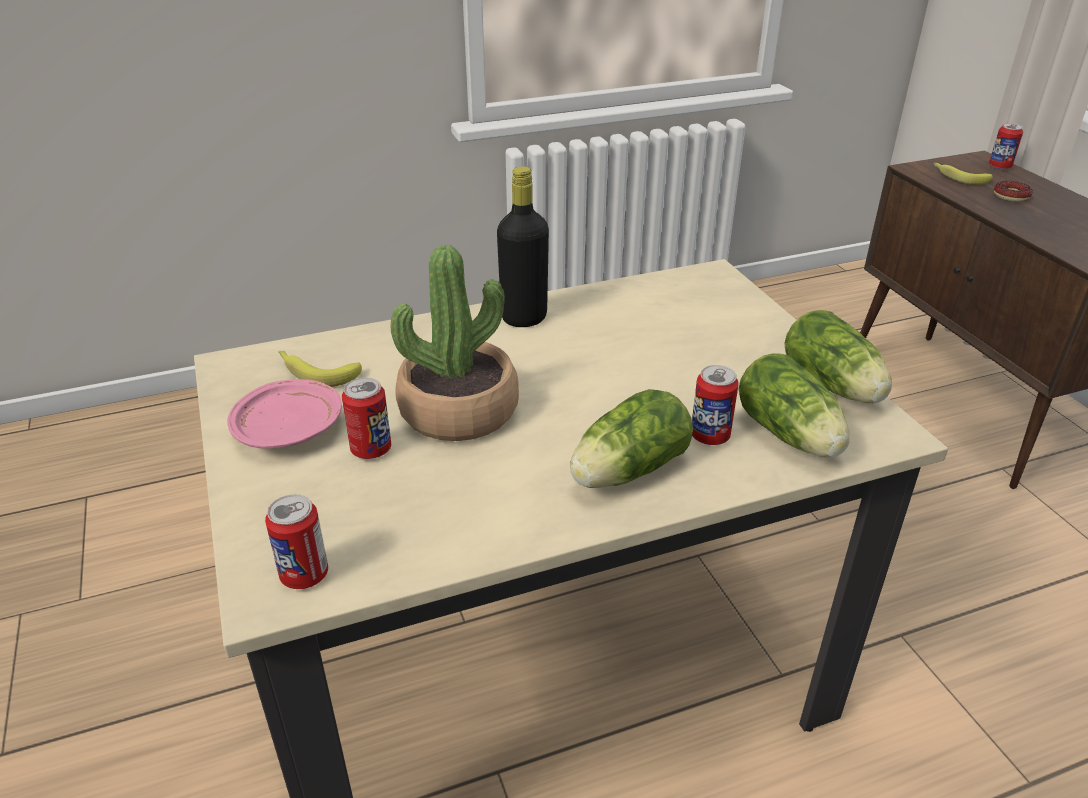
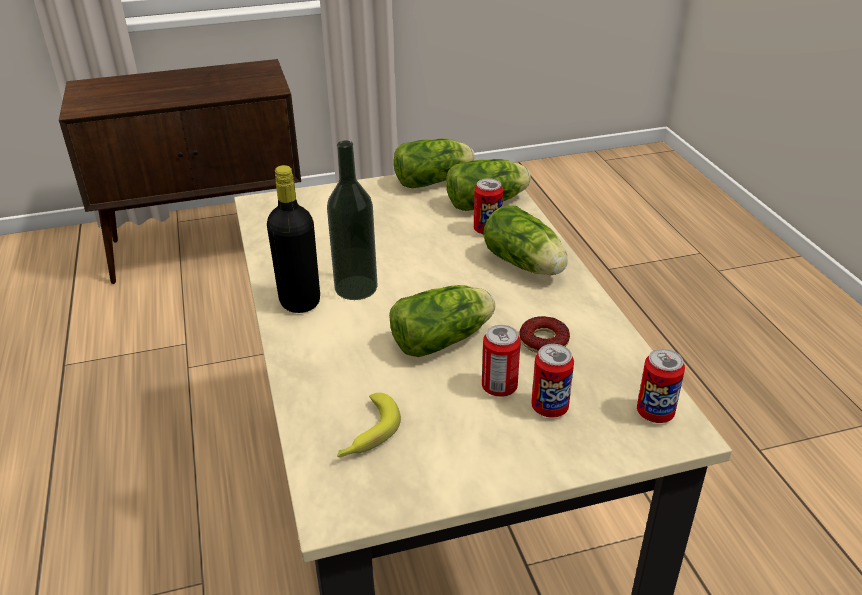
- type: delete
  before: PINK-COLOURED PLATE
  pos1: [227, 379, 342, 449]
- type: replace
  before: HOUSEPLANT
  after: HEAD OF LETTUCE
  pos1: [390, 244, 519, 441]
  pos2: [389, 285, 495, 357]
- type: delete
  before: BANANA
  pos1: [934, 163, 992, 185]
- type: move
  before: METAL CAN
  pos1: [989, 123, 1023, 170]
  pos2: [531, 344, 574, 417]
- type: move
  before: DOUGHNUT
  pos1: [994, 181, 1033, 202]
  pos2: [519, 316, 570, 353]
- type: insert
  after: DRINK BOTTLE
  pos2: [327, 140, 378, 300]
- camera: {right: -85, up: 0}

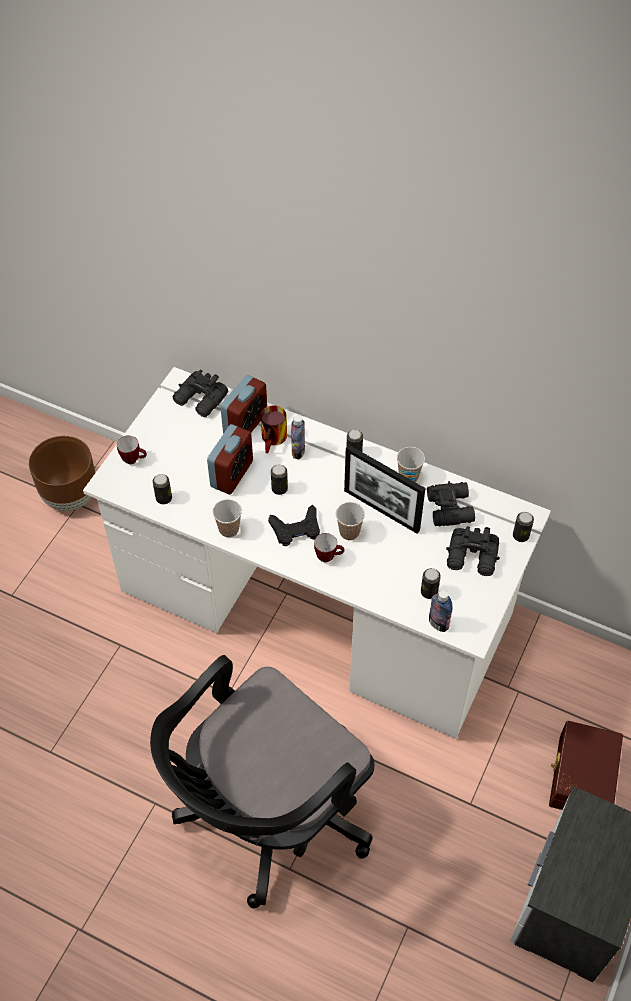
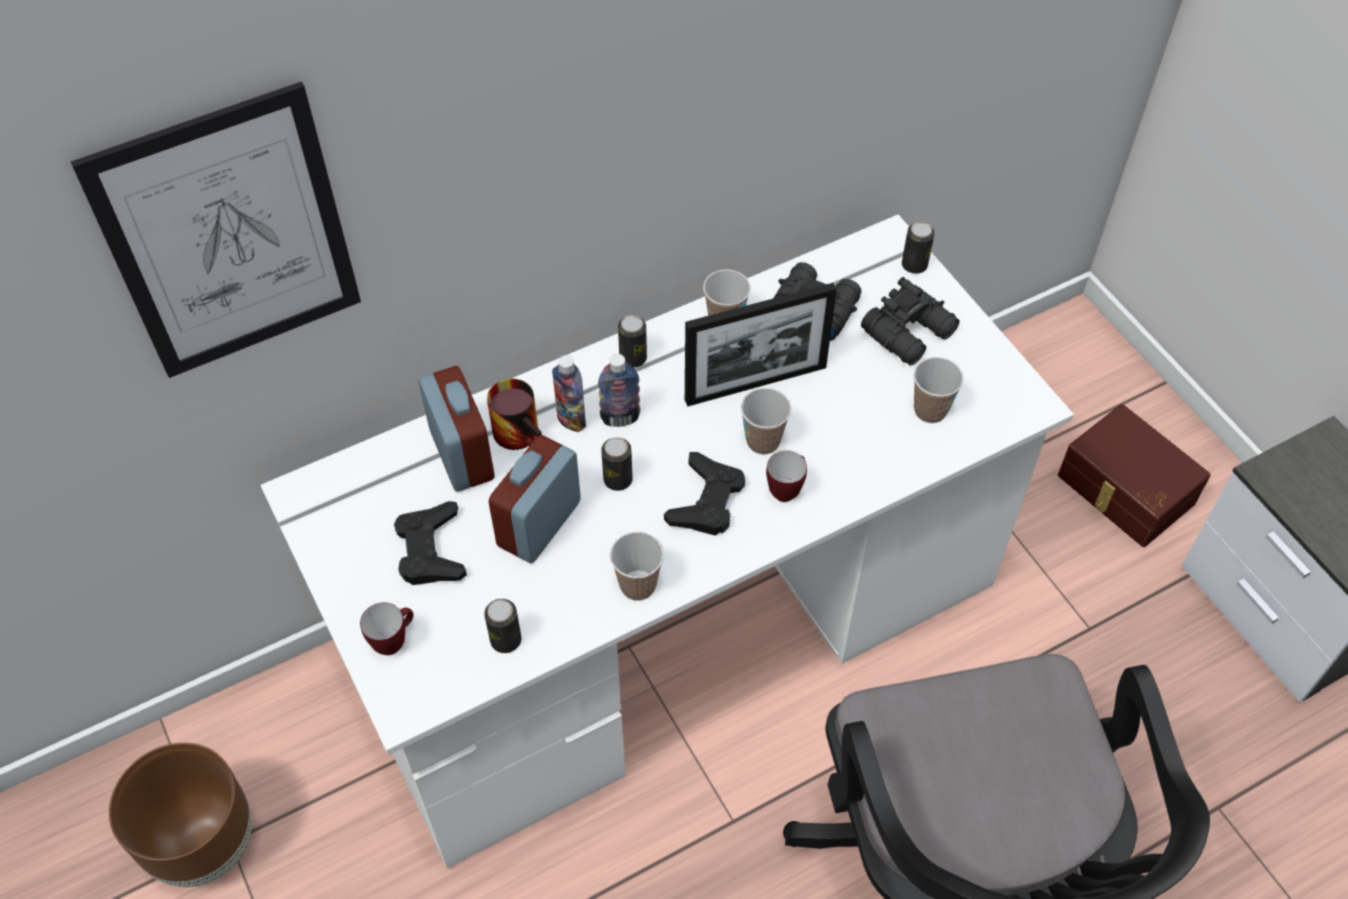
- type: delete
  before: BLACKISH PAIR OF BINOCULARS
  pos1: [173, 370, 228, 417]
- type: rotate
  before: BEDSIDE CLOCK
  pos1: [207, 424, 253, 495]
  pos2: [489, 435, 581, 563]
  turn: -120
- type: replace
  before: METAL CAN
  after: SMALL CUP
  pos1: [421, 568, 441, 599]
  pos2: [914, 357, 964, 423]
- type: move
  before: DRINK BOTTLE
  pos1: [429, 590, 452, 632]
  pos2: [598, 354, 641, 427]
- type: insert
  after: WALL ART
  pos2: [71, 82, 361, 378]
- type: insert
  after: BLACKISH GAMEPAD
  pos2: [394, 501, 467, 585]
- camera: {right: -55, up: 0}

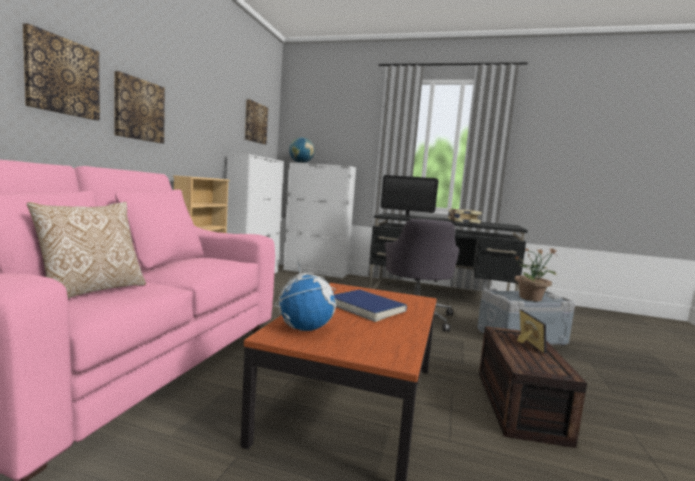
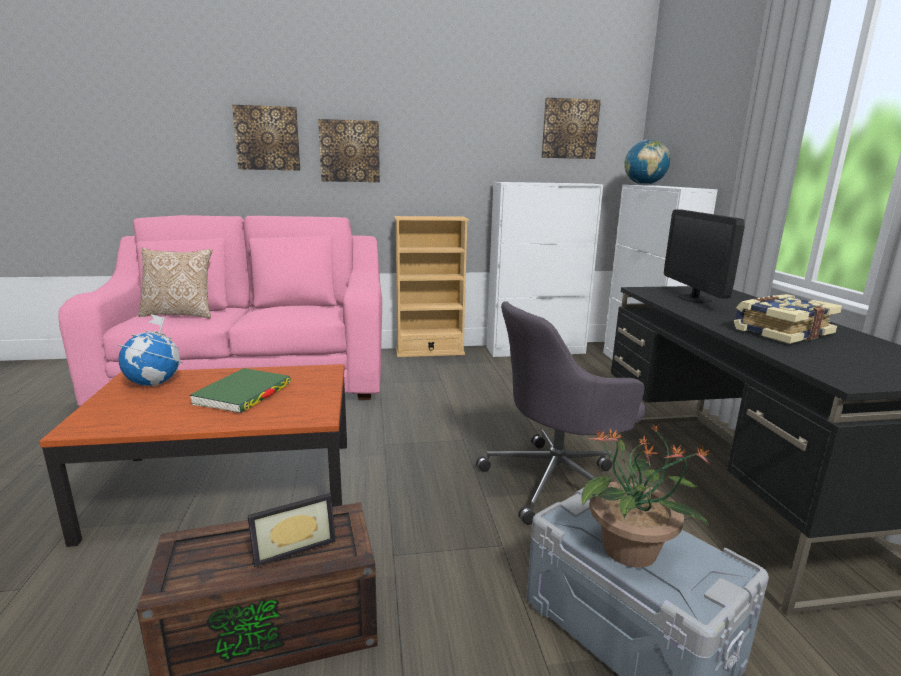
- type: recolor
  before: BLUE BOUND BOOK
  after: GREEN BOUND BOOK
  pos1: [334, 289, 407, 322]
  pos2: [189, 368, 291, 413]
- camera: {right: 65, up: 10}

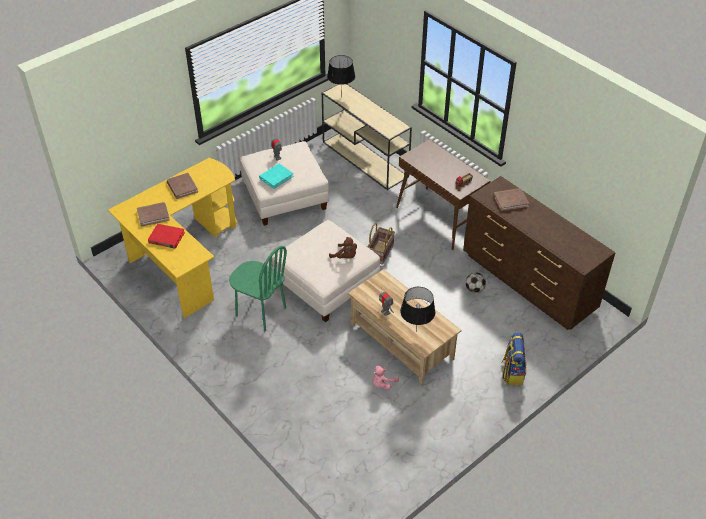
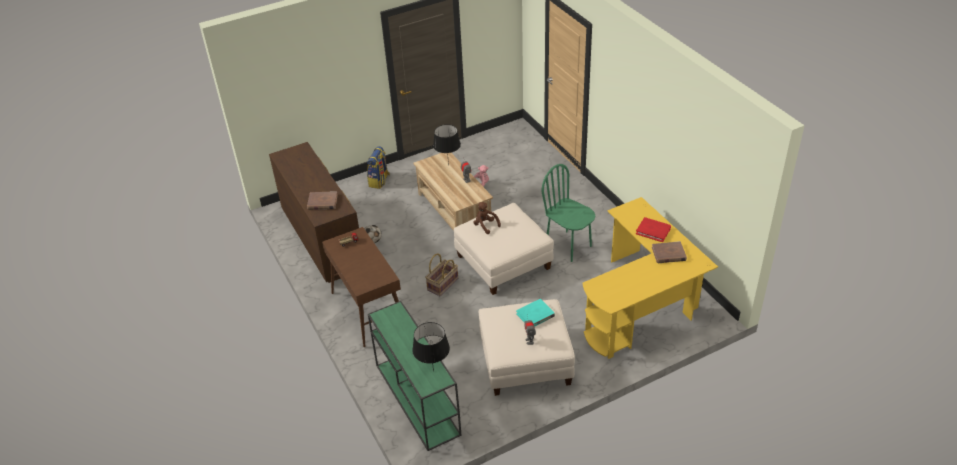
- type: delete
  before: BROWN-COLOURED BOUND BOOK
  pos1: [167, 173, 198, 199]
- type: recolor
  before: SAND-COLOURED NARROW TABLE
  after: GREEN NARROW TABLE
  pos1: [322, 84, 412, 190]
  pos2: [368, 301, 462, 451]
- camera: {right: -165, up: -5}

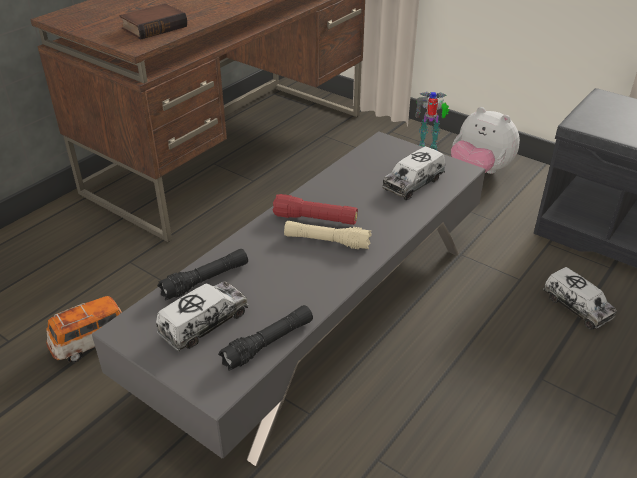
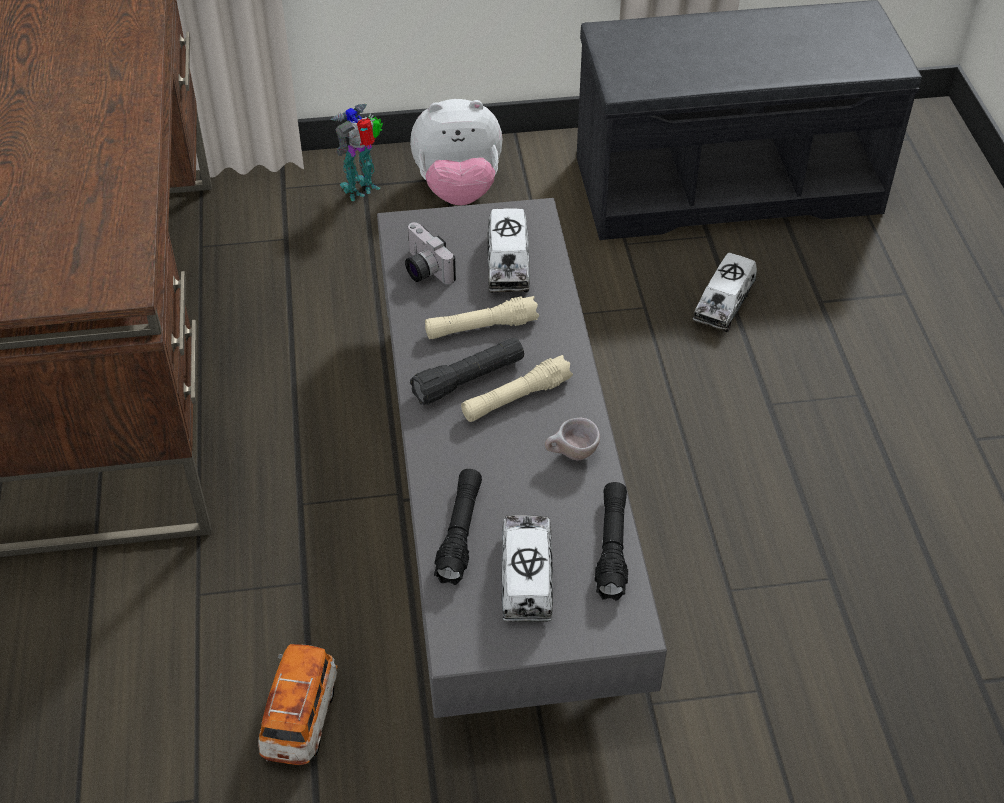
- type: delete
  before: BOUND BOOK
  pos1: [120, 4, 187, 39]
- type: recolor
  before: RED-COLOURED HAND TORCH
  after: BLACKISH HAND TORCH
  pos1: [273, 194, 358, 225]
  pos2: [410, 337, 524, 405]
- type: rotate
  before: TOY LORRY
  pos1: [543, 267, 617, 330]
  pos2: [692, 252, 757, 332]
  turn: 105
- type: insert
  after: PHOTO CAMERA
  pos2: [405, 222, 456, 285]
- type: insert
  after: SAND-COLOURED HAND TORCH
  pos2: [425, 296, 539, 339]
- type: insert
  after: SAND-COLOURED SMALL CUP
  pos2: [545, 418, 600, 460]
- camera: {right: -45, up: 10}

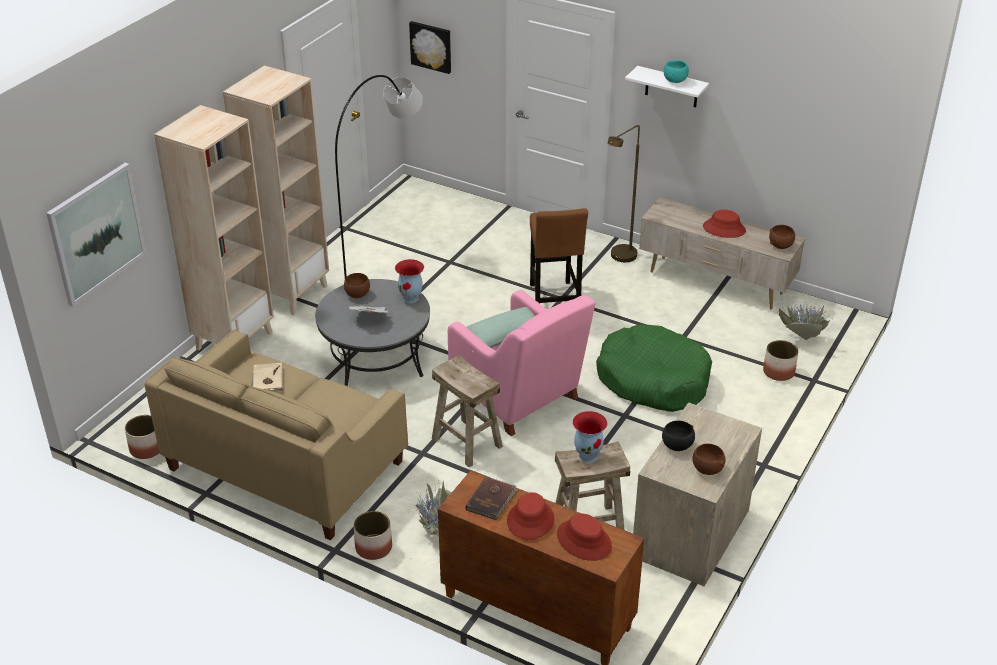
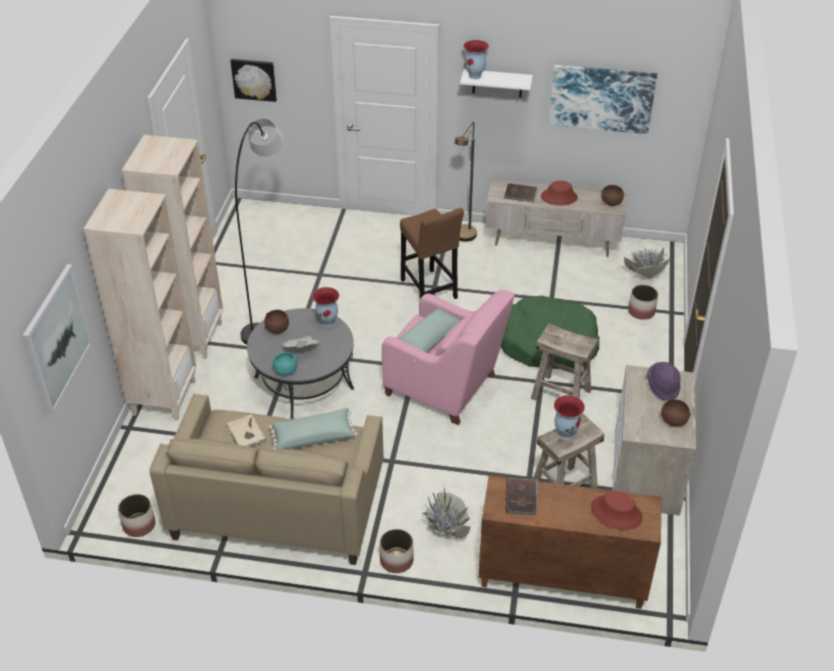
- type: move
  before: SAND-COLOURED STOOL SEAT
  pos1: [432, 355, 503, 467]
  pos2: [531, 323, 598, 400]
- type: delete
  before: RED-COLOURED WEARABLE HAT
  pos1: [507, 492, 554, 540]
- type: delete
  before: BLACKISH DEEP DISH
  pos1: [662, 421, 695, 451]
- type: move
  before: BLUE-GREEN DEEP DISH
  pos1: [664, 60, 689, 83]
  pos2: [273, 352, 297, 376]
- type: insert
  after: GREEN CUSHION
  pos2: [269, 408, 357, 449]
- type: insert
  after: DECORATIVE VASE
  pos2: [463, 40, 489, 79]
- type: insert
  after: BROWN-COLOURED BOUND BOOK
  pos2: [504, 183, 538, 202]
- type: insert
  after: WALL ART
  pos2: [549, 65, 657, 134]
- type: insert
  after: PURPLISH WEARABLE HAT
  pos2: [647, 362, 681, 401]
- camera: {right: -20, up: 5}

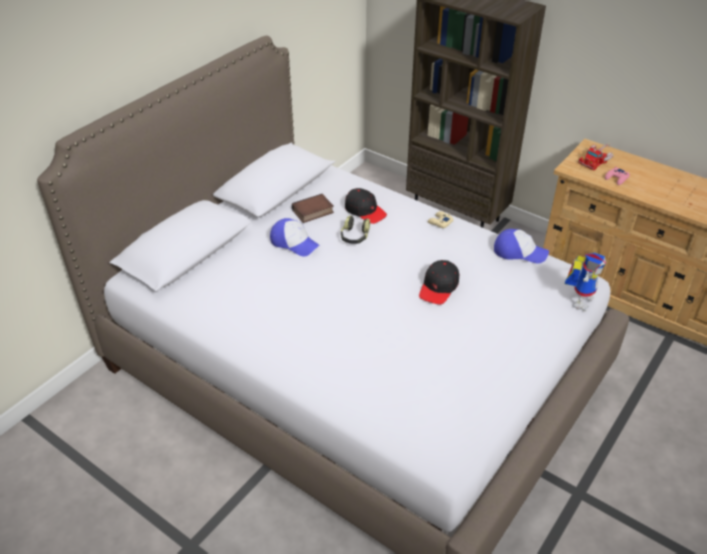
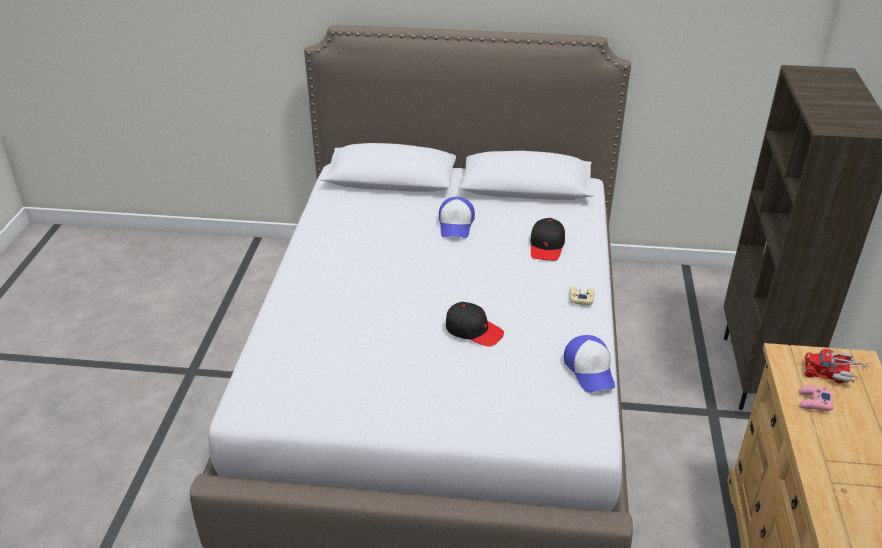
- type: delete
  before: BOUND BOOK
  pos1: [292, 194, 334, 223]
- type: delete
  before: PAIR OF HEADPHONES
  pos1: [341, 216, 370, 244]
- type: rotate
  before: BLACKISH BASEBALL CAP
  pos1: [419, 260, 459, 305]
  pos2: [446, 302, 504, 346]
  turn: -150
- type: delete
  before: TOY ROBOT
  pos1: [565, 252, 606, 311]
- camera: {right: 60, up: -5}

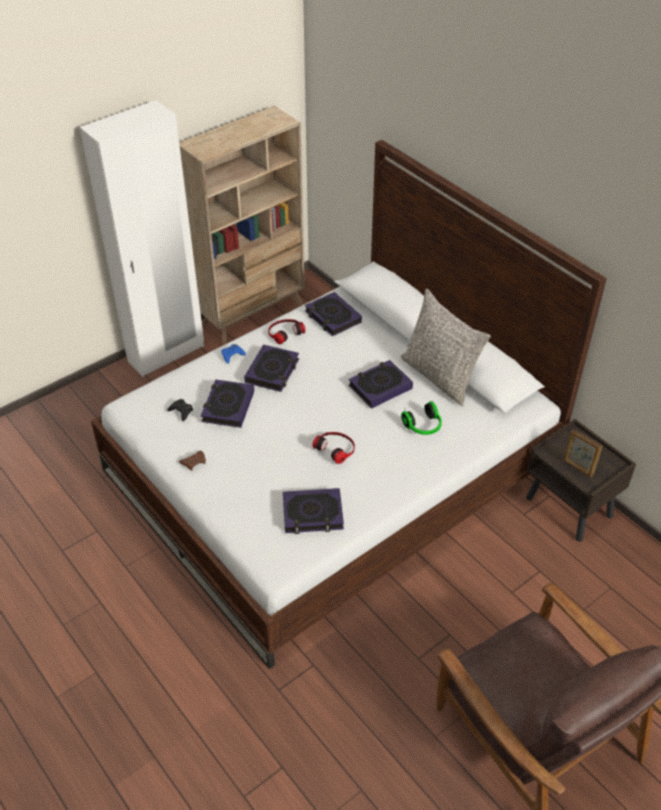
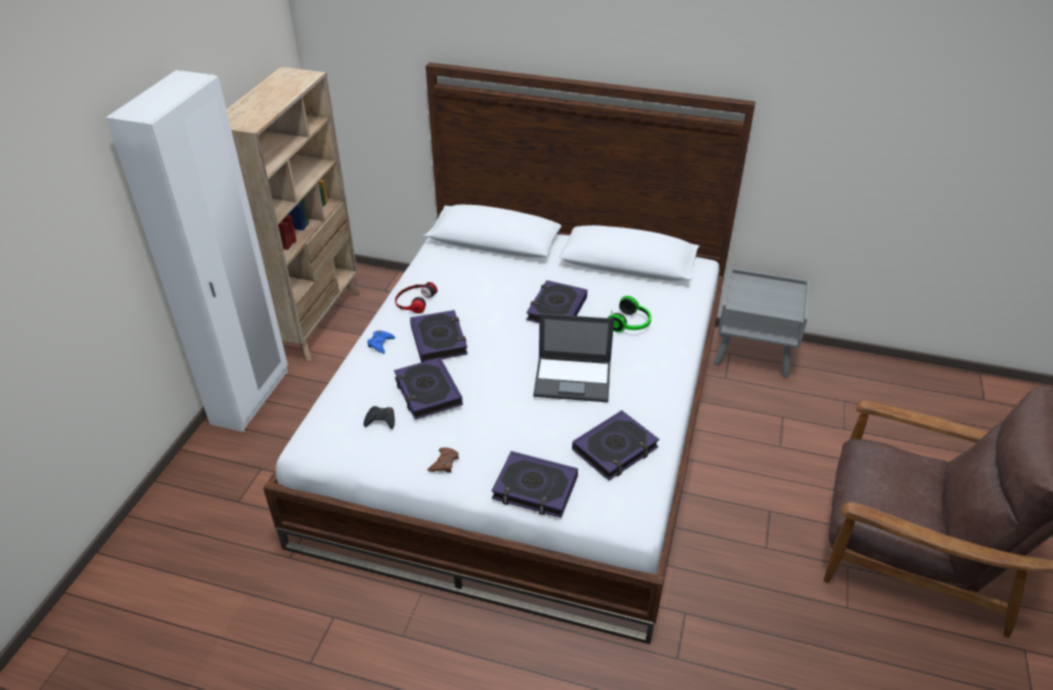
- type: move
  before: BOUND BOOK
  pos1: [305, 292, 362, 336]
  pos2: [492, 451, 578, 518]
- type: replace
  before: PAIR OF HEADPHONES
  after: PORTABLE COMPUTER
  pos1: [312, 432, 355, 464]
  pos2: [533, 314, 614, 402]
- type: delete
  before: GREY CUSHION
  pos1: [401, 289, 491, 406]
- type: recolor
  before: BROWN-COLOURED NIGHTSTAND
  after: GREY NIGHTSTAND
  pos1: [526, 419, 636, 542]
  pos2: [714, 268, 810, 378]
- type: delete
  before: PICTURE FRAME
  pos1: [563, 429, 603, 477]
- camera: {right: -35, up: -5}

